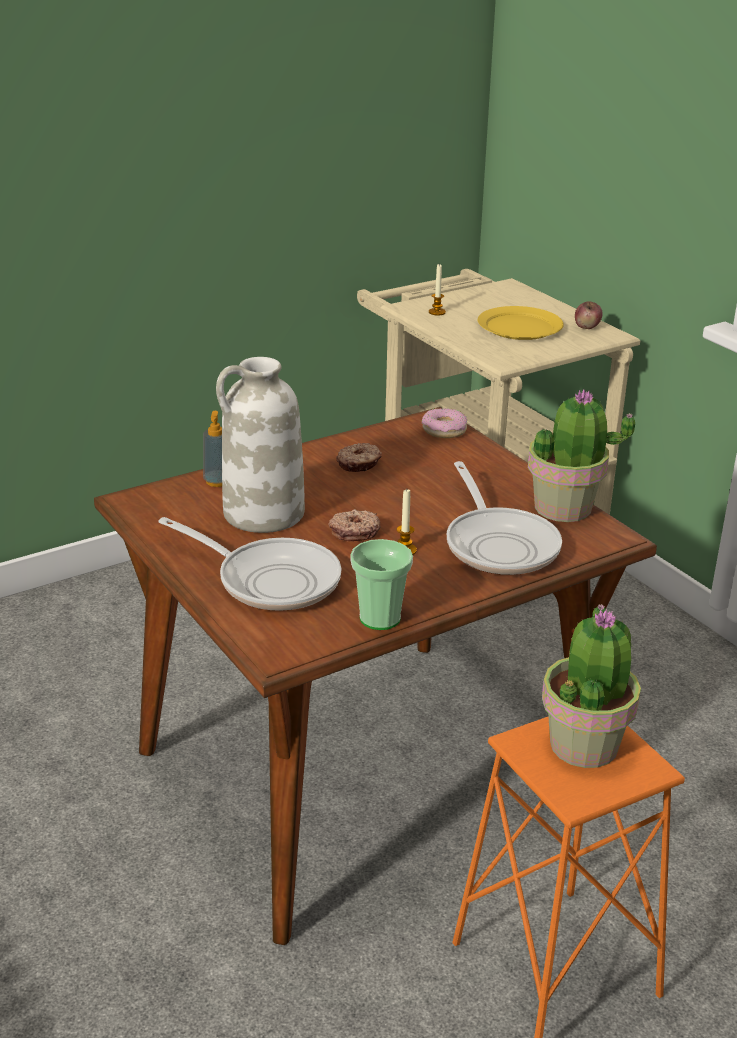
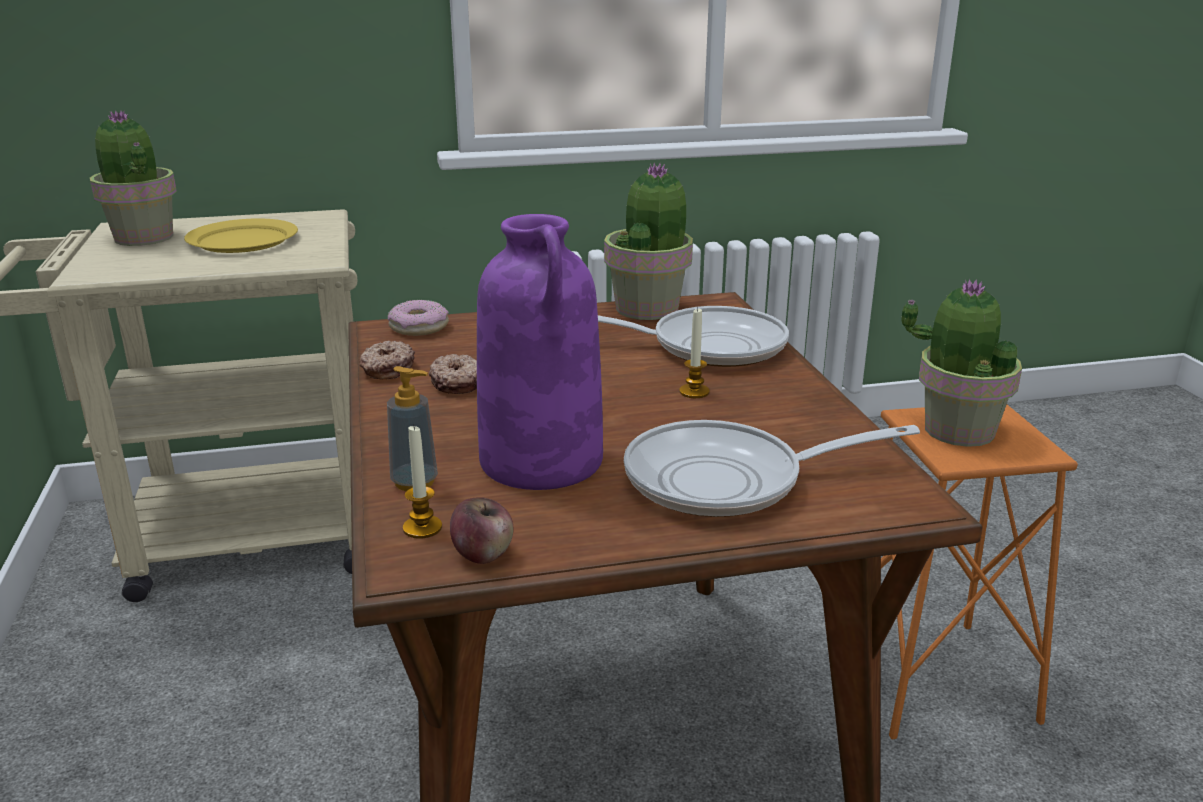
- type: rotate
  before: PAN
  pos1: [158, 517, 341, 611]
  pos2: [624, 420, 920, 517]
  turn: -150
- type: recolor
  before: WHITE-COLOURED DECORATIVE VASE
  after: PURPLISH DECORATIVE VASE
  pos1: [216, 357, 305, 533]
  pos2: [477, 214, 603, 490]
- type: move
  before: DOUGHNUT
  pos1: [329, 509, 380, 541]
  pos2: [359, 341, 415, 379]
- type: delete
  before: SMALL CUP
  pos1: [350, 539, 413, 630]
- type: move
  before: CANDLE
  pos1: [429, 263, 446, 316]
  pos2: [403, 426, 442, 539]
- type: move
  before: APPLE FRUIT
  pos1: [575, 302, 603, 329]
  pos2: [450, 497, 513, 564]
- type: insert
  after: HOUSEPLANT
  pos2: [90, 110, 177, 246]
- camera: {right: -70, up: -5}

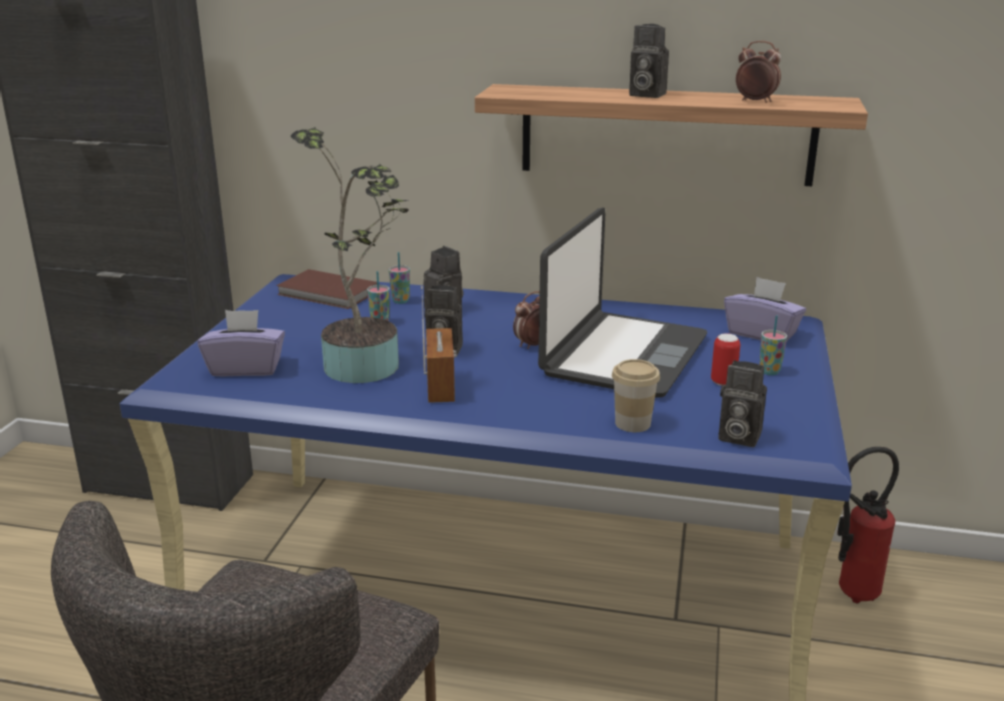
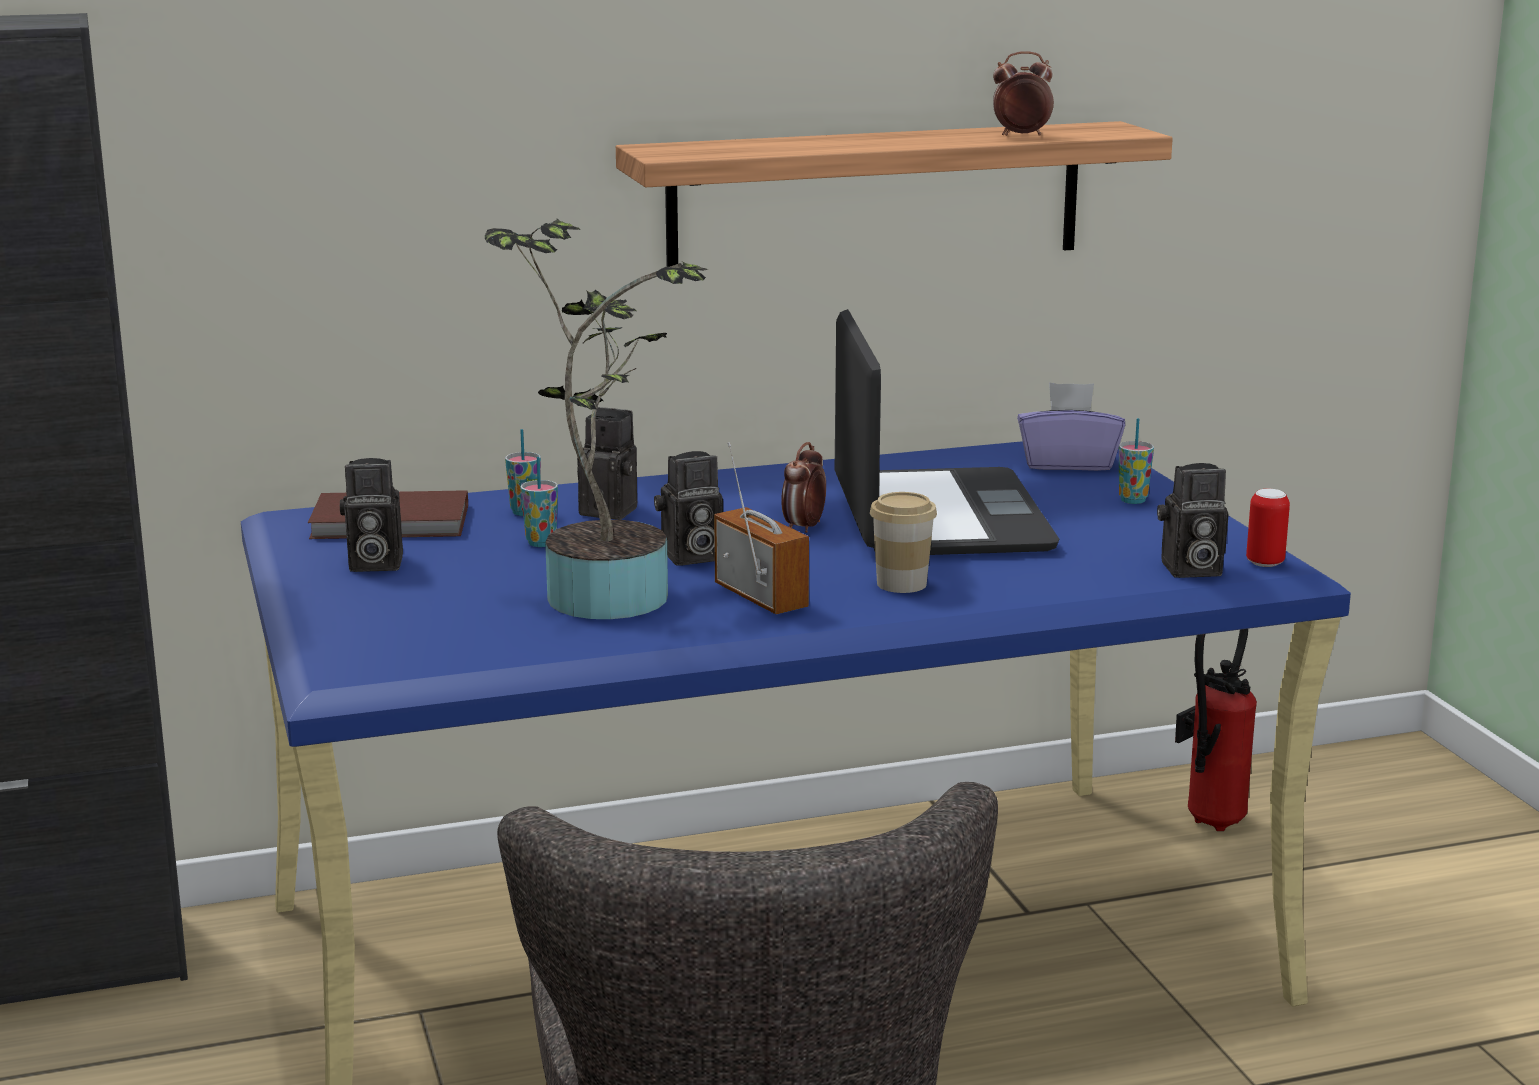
- type: delete
  before: PURPLISH BOX OF TISSUES
  pos1: [198, 310, 285, 376]
- type: move
  before: SMALL CUP
  pos1: [612, 359, 660, 432]
  pos2: [870, 492, 937, 593]
- type: move
  before: PHOTO CAMERA
  pos1: [629, 24, 669, 98]
  pos2: [340, 458, 403, 572]
- type: move
  before: METAL CAN
  pos1: [711, 333, 740, 386]
  pos2: [1246, 489, 1290, 567]
- camera: {right: -30, up: -5}

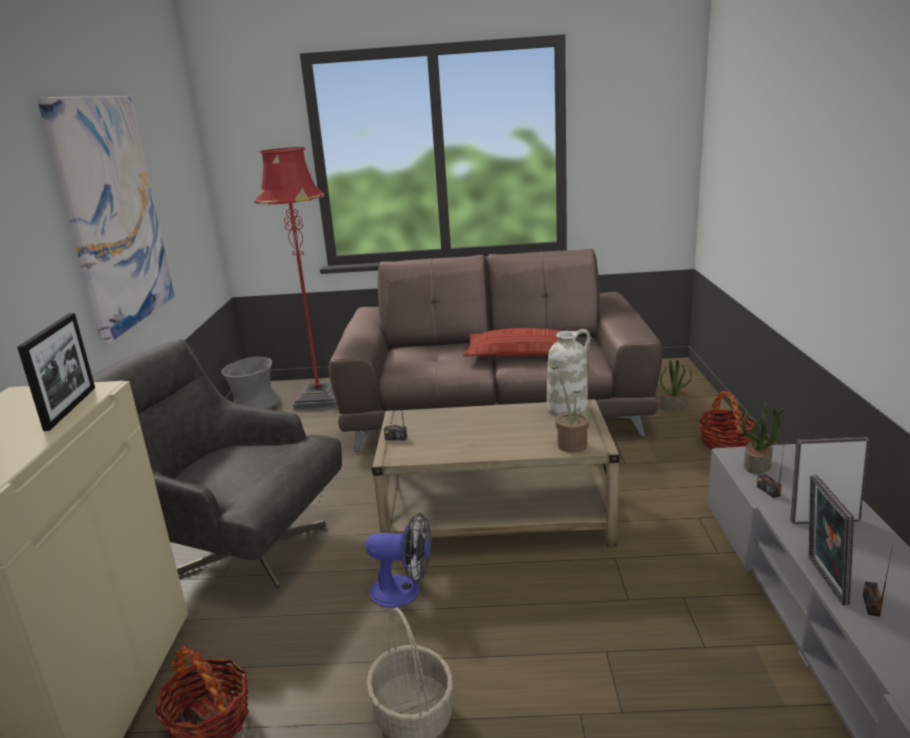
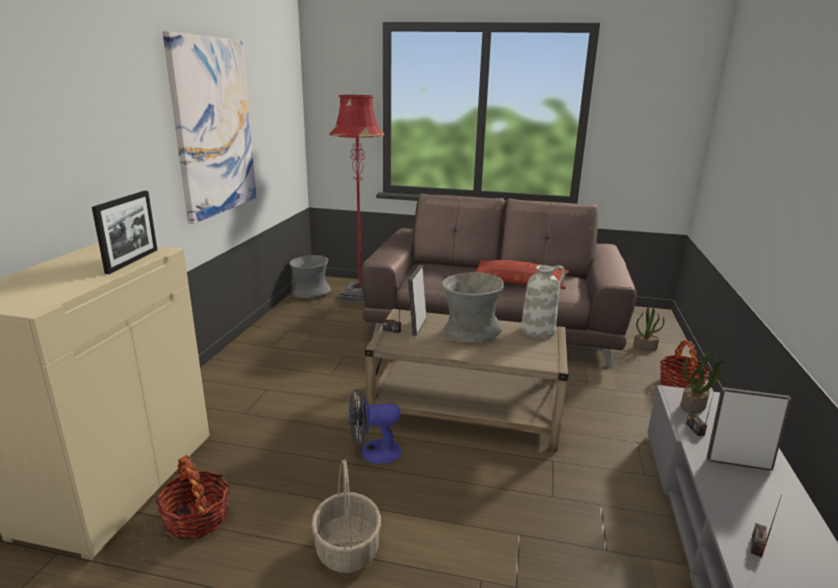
- type: delete
  before: GREY LOUNGE CHAIR
  pos1: [92, 339, 342, 589]
- type: rotate
  before: COOLING FAN
  pos1: [365, 513, 431, 608]
  pos2: [349, 389, 402, 464]
  turn: 150
- type: delete
  before: HOUSEPLANT
  pos1: [549, 365, 590, 453]
- type: move
  before: PICTURE FRAME
  pos1: [808, 475, 854, 605]
  pos2: [408, 265, 427, 336]
- type: insert
  after: GREY DECORATIVE VASE
  pos2: [442, 272, 504, 342]
- camera: {right: 10, up: 0}

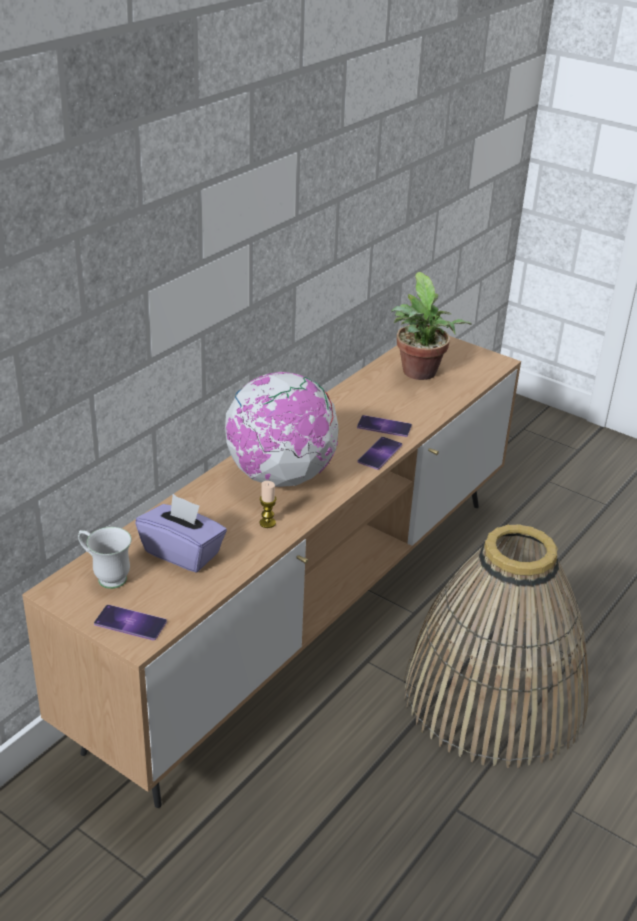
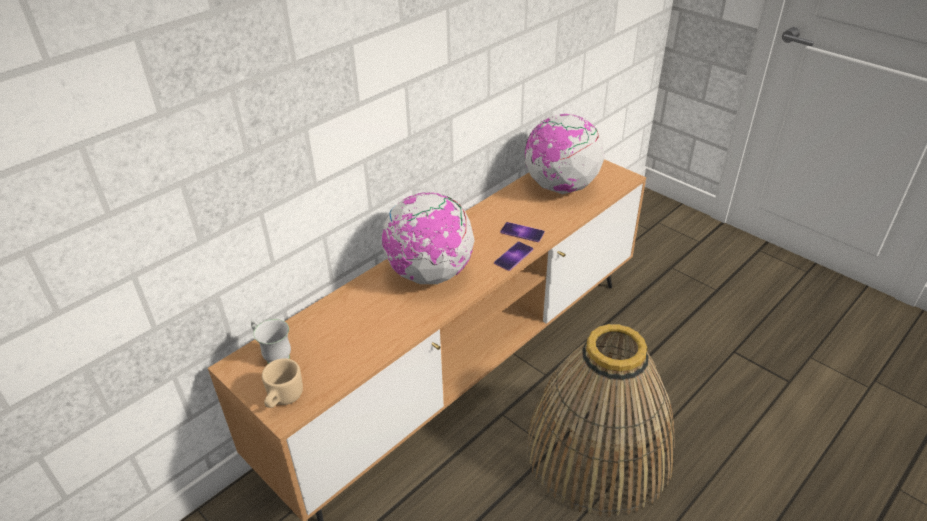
- type: replace
  before: TELEPHONE
  after: SAND-COLOURED COFFEE MUG
  pos1: [94, 605, 167, 641]
  pos2: [262, 358, 303, 408]
- type: delete
  before: PURPLISH BOX OF TISSUES
  pos1: [135, 494, 227, 573]
- type: delete
  before: CANDLE
  pos1: [260, 481, 277, 528]
- type: replace
  before: HOUSEPLANT
  after: GLOBE
  pos1: [391, 272, 472, 380]
  pos2: [525, 114, 605, 194]
- camera: {right: 10, up: 5}

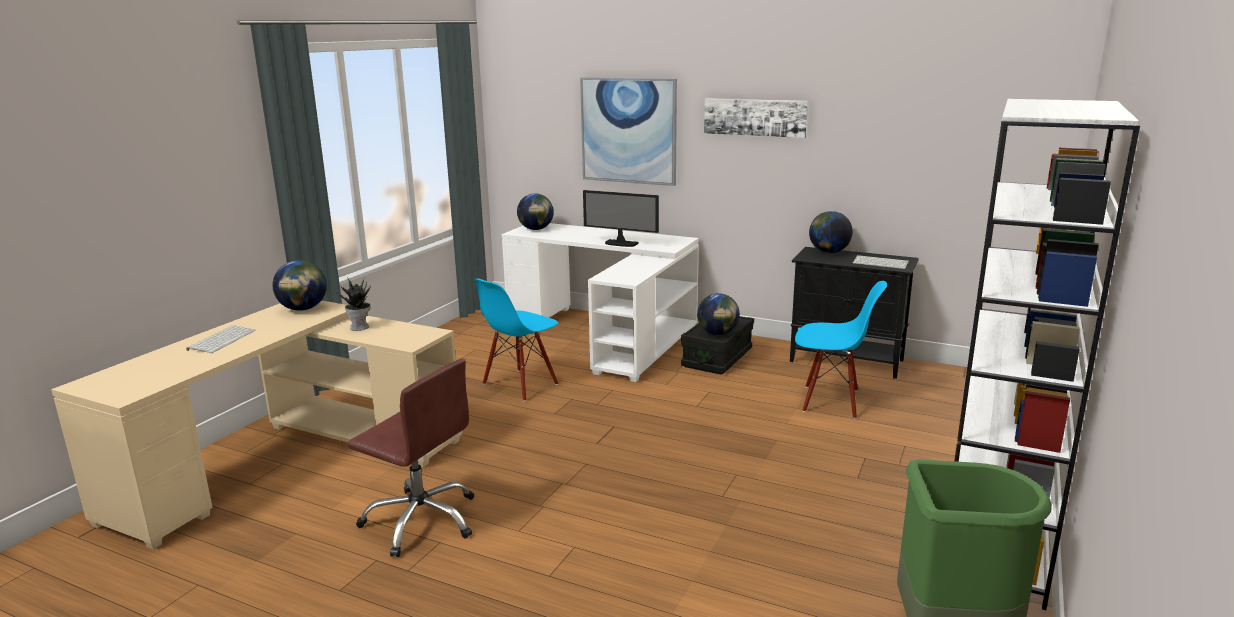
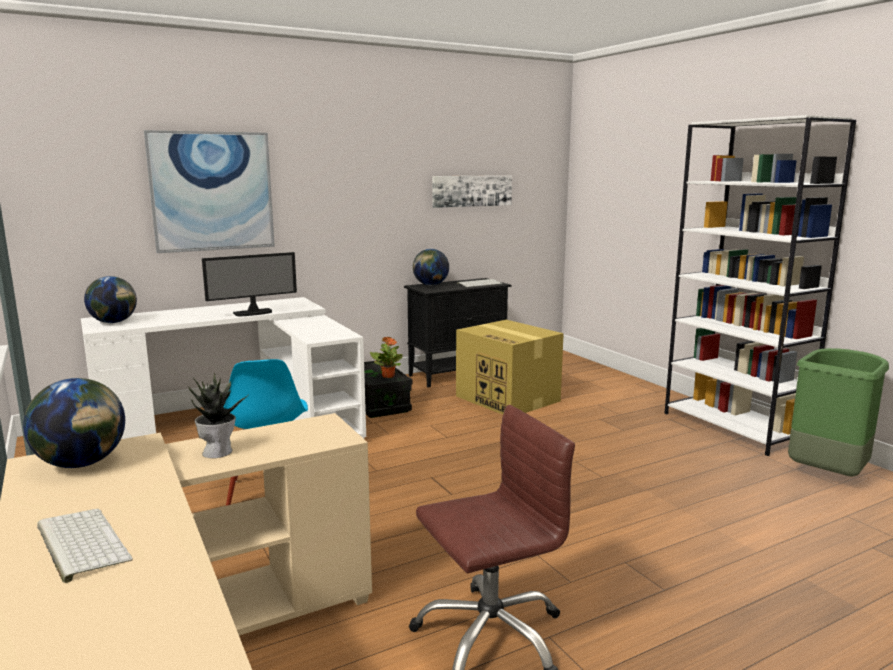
- type: replace
  before: GLOBE
  after: HOUSEPLANT
  pos1: [697, 293, 740, 335]
  pos2: [370, 336, 403, 378]
- type: move
  before: WALL ART
  pos1: [704, 98, 808, 138]
  pos2: [432, 175, 512, 208]
- type: replace
  before: BLUE UPRIGHT CHAIR
  after: CARDBOARD BOX
  pos1: [795, 281, 887, 419]
  pos2: [456, 320, 564, 415]
- camera: {right: -55, up: -5}

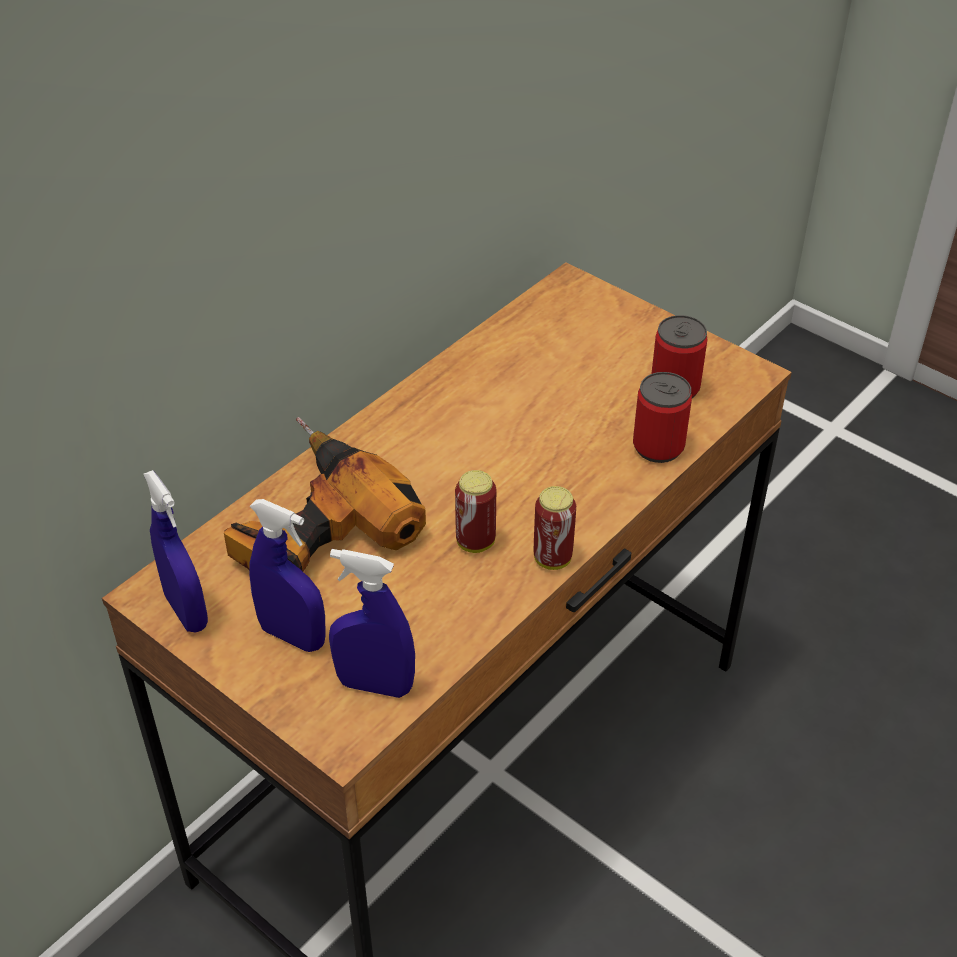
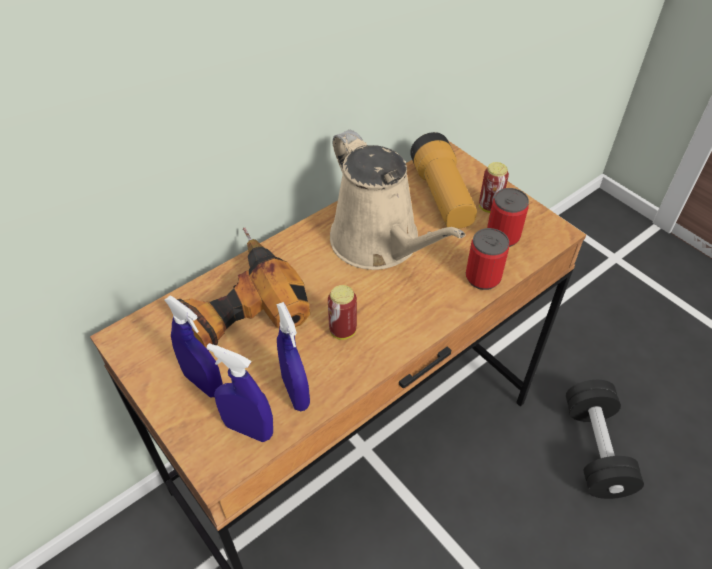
- type: move
  before: BLUE SPRAY BOTTLE
  pos1: [144, 470, 208, 632]
  pos2: [276, 302, 310, 411]
- type: move
  before: METAL CAN
  pos1: [534, 486, 576, 570]
  pos2: [479, 162, 509, 213]
- type: insert
  after: SAND-COLOURED WATERING CAN
  pos2: [330, 130, 466, 270]
- type: insert
  after: HAND TORCH
  pos2: [410, 132, 477, 229]
- type: insert
  after: BLACKISH HAND WEIGHT
  pos2: [566, 380, 644, 499]
- camera: {right: 10, up: 5}

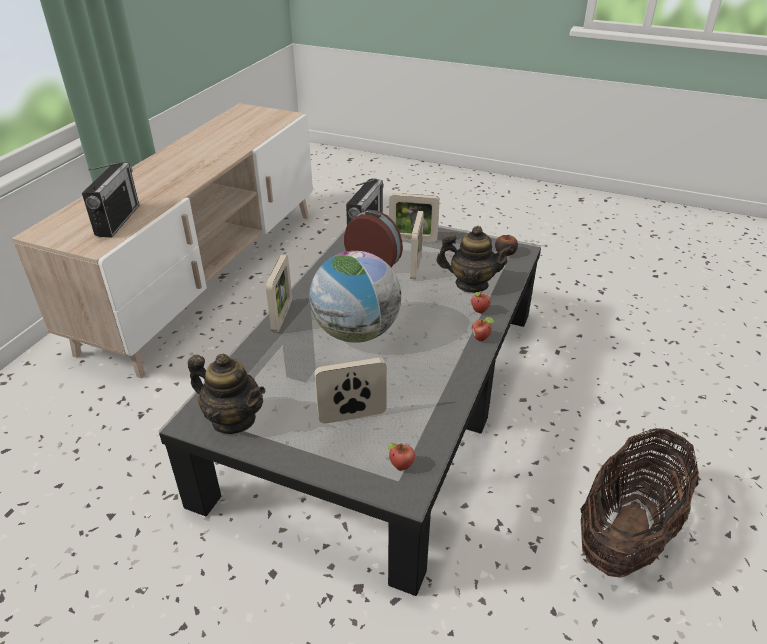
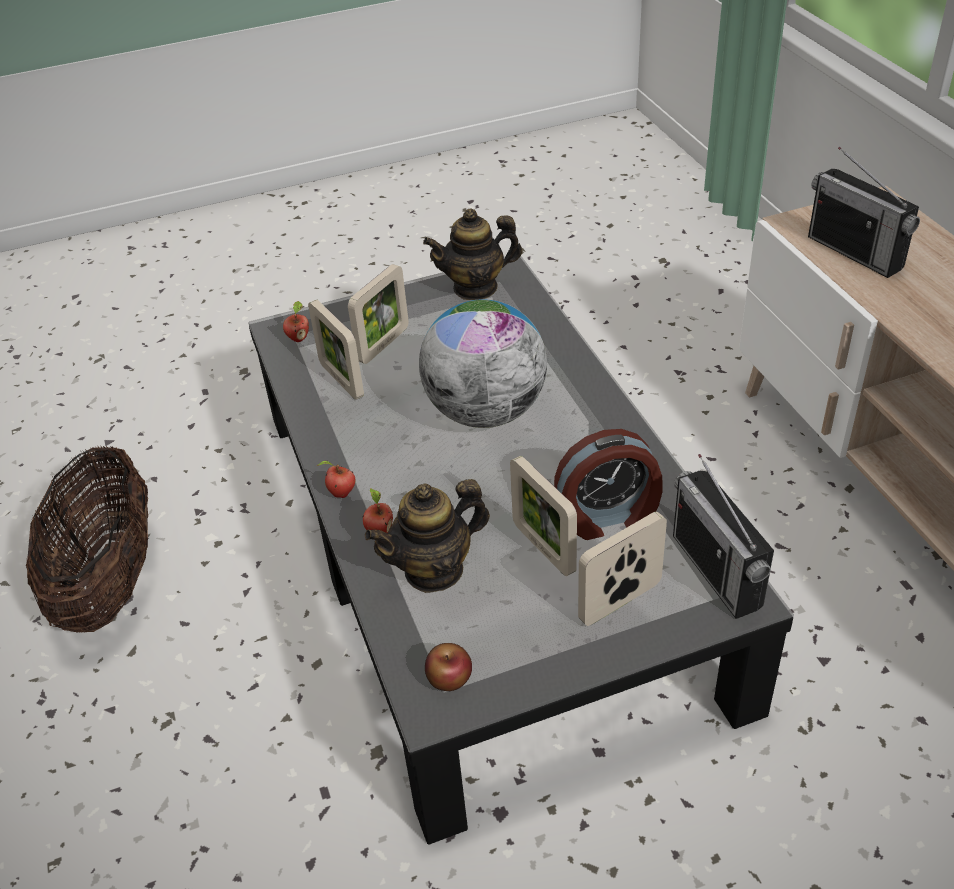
- type: move
  before: PICTURE FRAME
  pos1: [266, 255, 292, 332]
  pos2: [308, 300, 364, 400]
- camera: {right: 140, up: 5}

